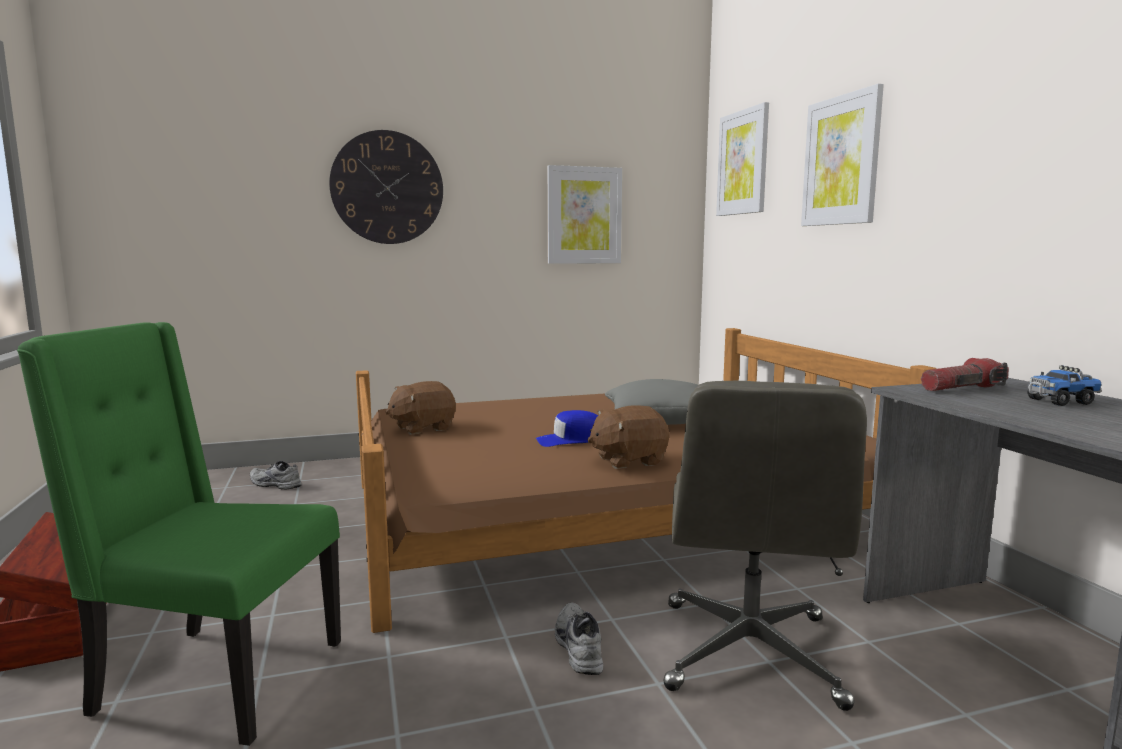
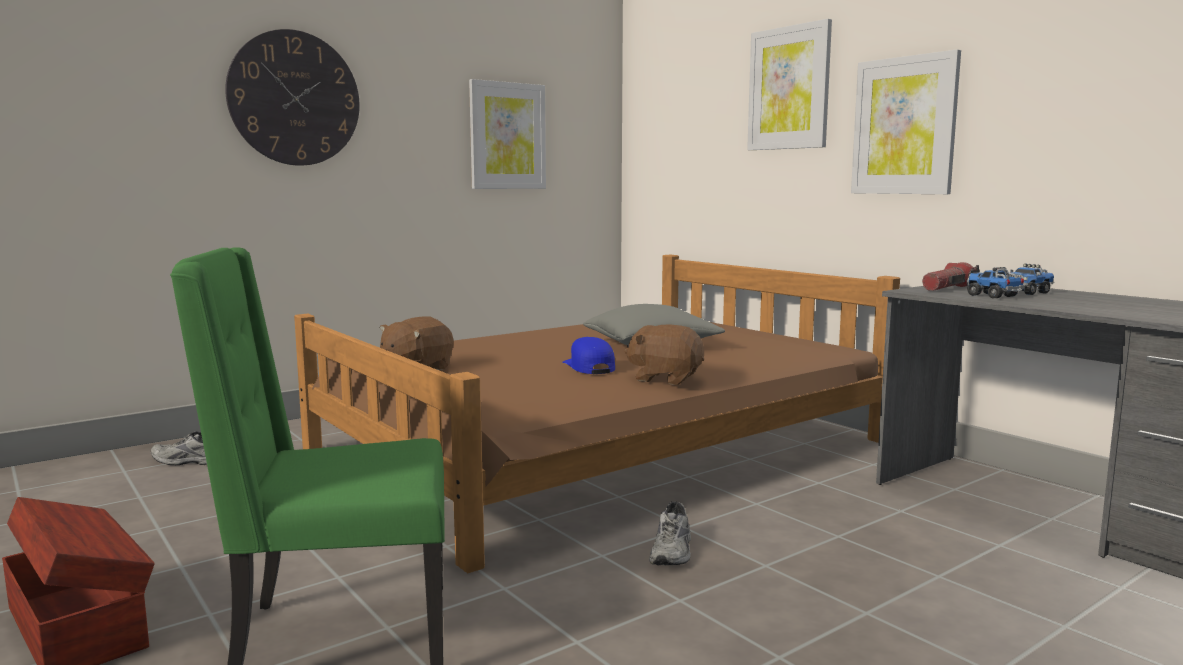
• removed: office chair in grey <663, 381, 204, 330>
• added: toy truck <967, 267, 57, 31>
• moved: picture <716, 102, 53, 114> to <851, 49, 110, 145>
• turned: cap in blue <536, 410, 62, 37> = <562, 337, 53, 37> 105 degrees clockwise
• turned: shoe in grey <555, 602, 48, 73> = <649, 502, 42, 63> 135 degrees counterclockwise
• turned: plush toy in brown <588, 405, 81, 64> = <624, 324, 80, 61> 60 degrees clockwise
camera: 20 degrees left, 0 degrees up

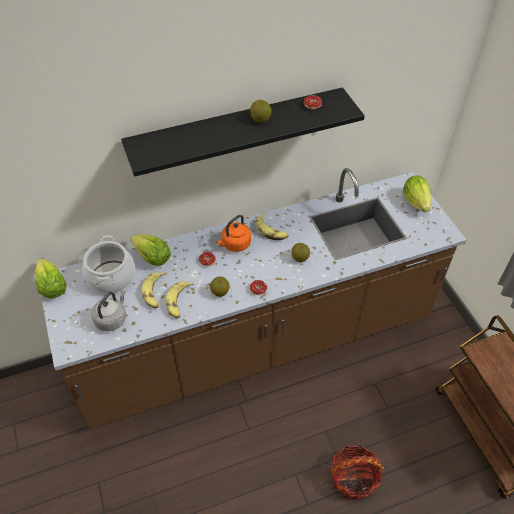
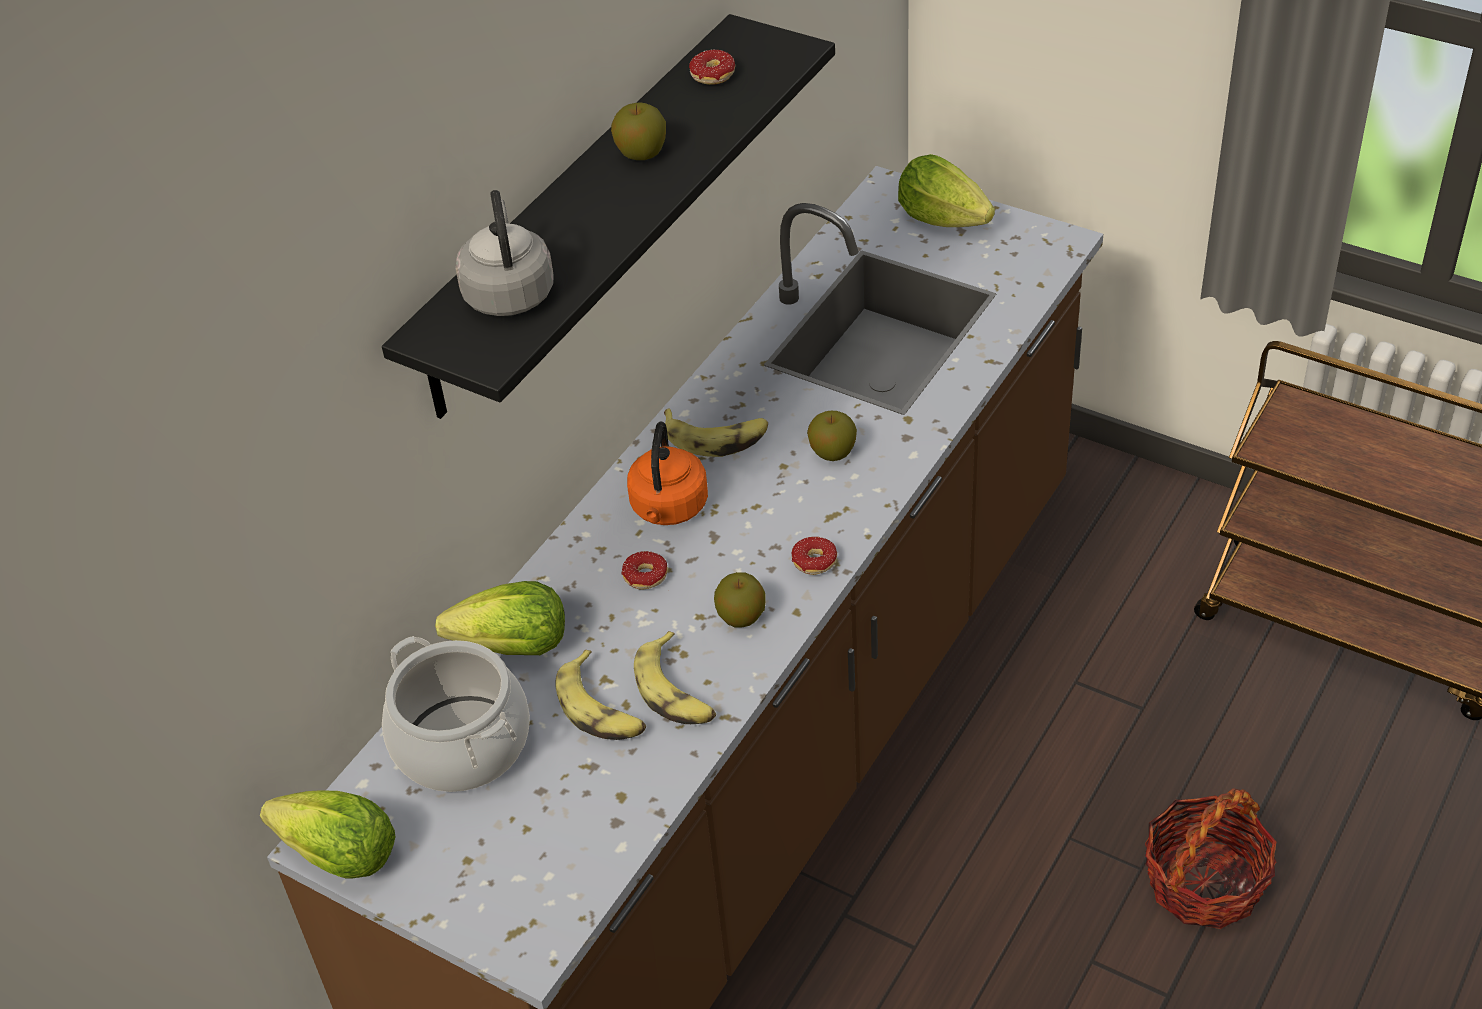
• moved: kettle in grey <92, 290, 34, 41> to <456, 190, 98, 126>
camera: 35 degrees left, 5 degrees down

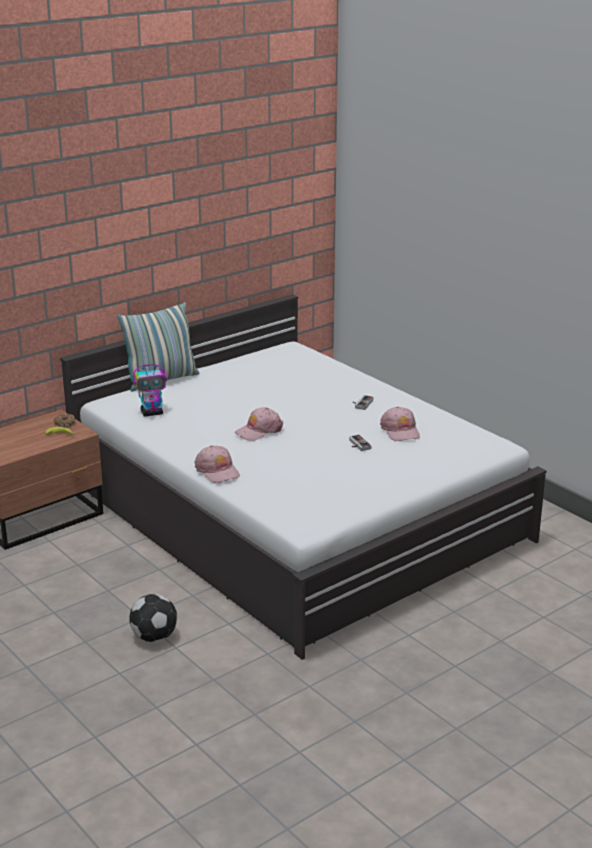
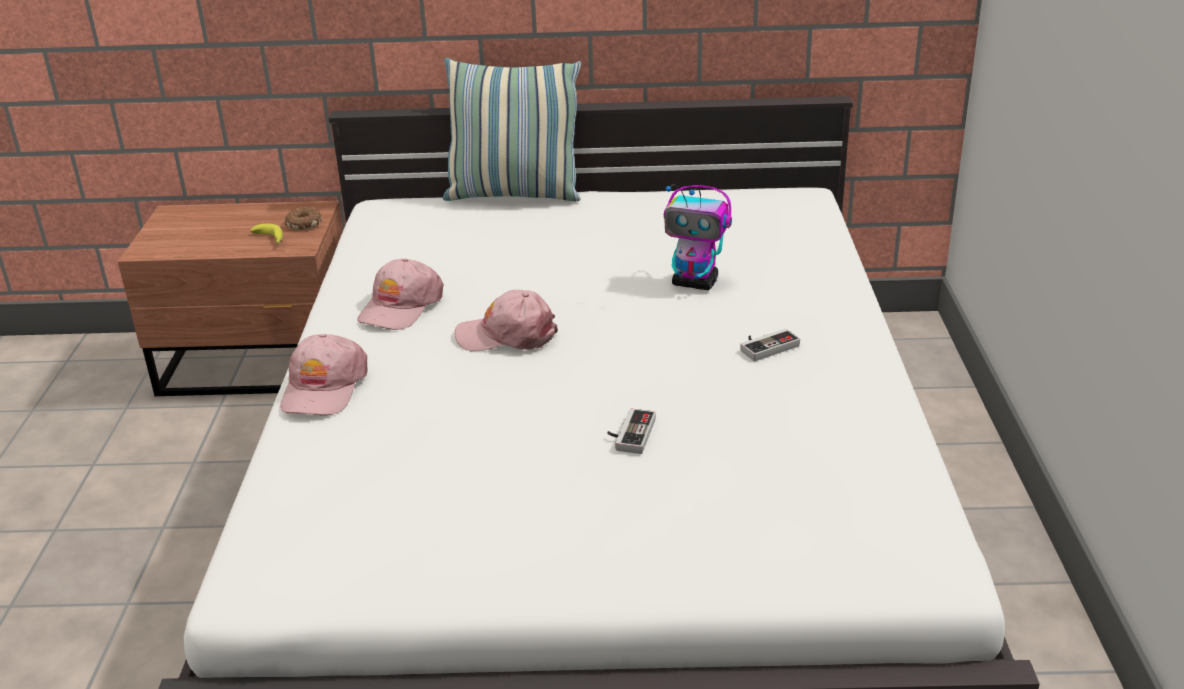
• removed: football <129, 594, 48, 48>
• moved: toy robot <133, 364, 34, 53> to <664, 184, 68, 106>
• moved: cap in pink <380, 406, 40, 35> to <357, 258, 87, 72>
camera: 40 degrees right, 5 degrees up

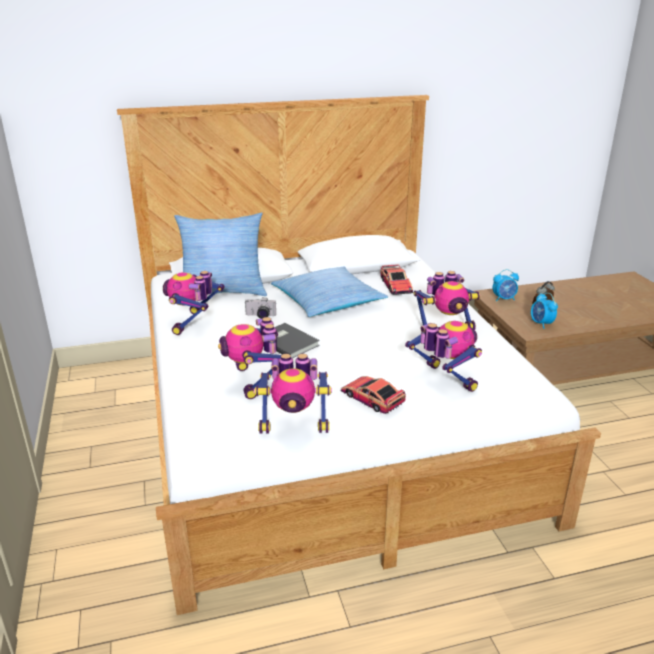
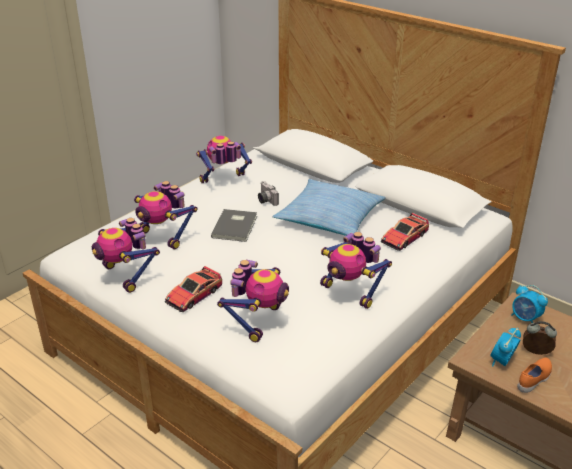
• removed: pillow <174, 212, 93, 84>
• added: shoe in orange <517, 358, 35, 35>
• turned: toy robot <218, 317, 63, 82> = <134, 181, 64, 68> 90 degrees counterclockwise
• turned: toy car <341, 376, 65, 38> = <165, 266, 57, 46> 150 degrees counterclockwise
camera: 55 degrees right, 5 degrees up

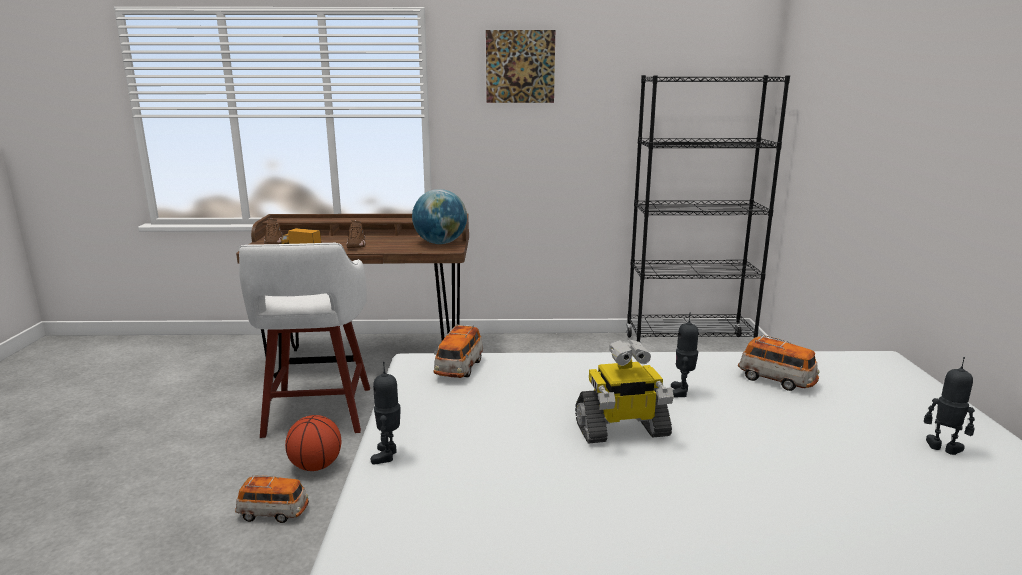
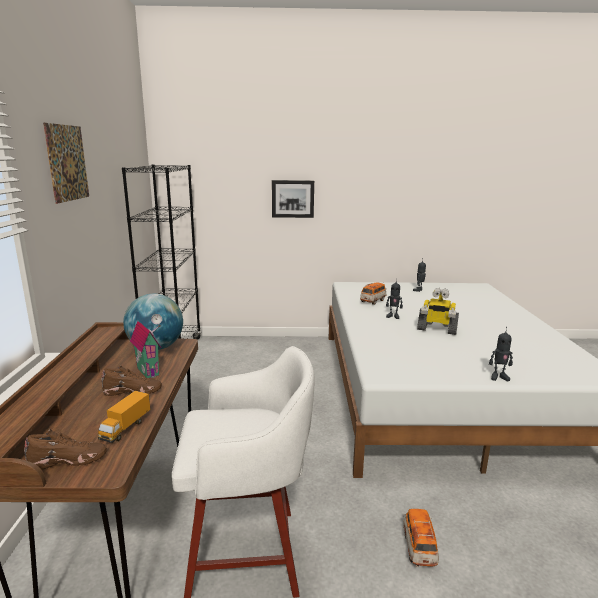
• removed: basketball <285, 415, 56, 56>
• removed: toy car <434, 324, 49, 54>
• added: toy house <130, 314, 32, 64>
• added: picture <272, 180, 42, 38>
• turned: toy robot <575, 339, 99, 105> = <417, 288, 42, 47> 120 degrees clockwise
camera: 90 degrees left, 0 degrees up

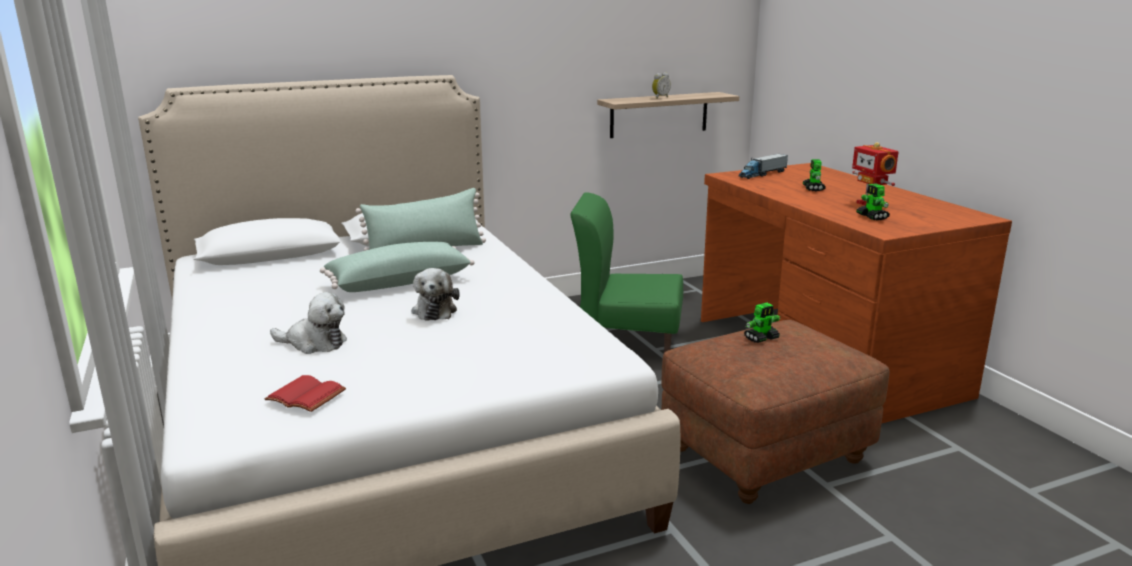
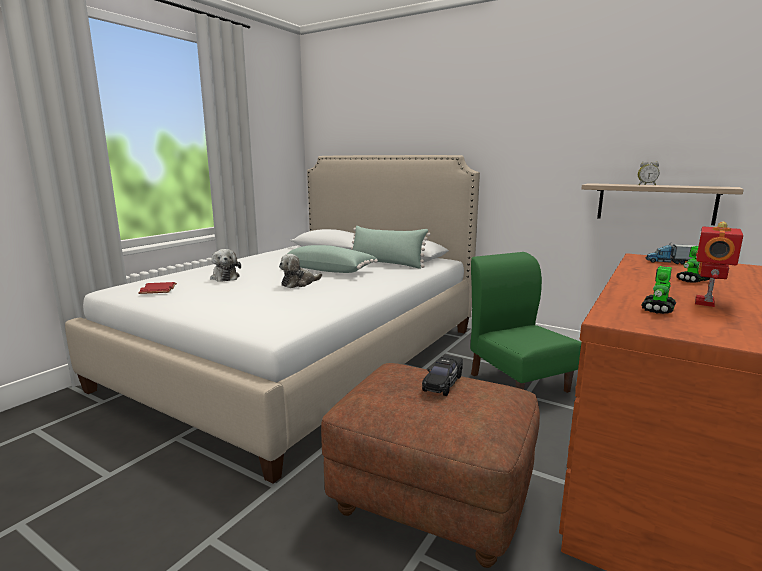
• replaced: toy robot <744, 303, 37, 40> to toy car in black <422, 355, 41, 41>
camera: 55 degrees right, 5 degrees down

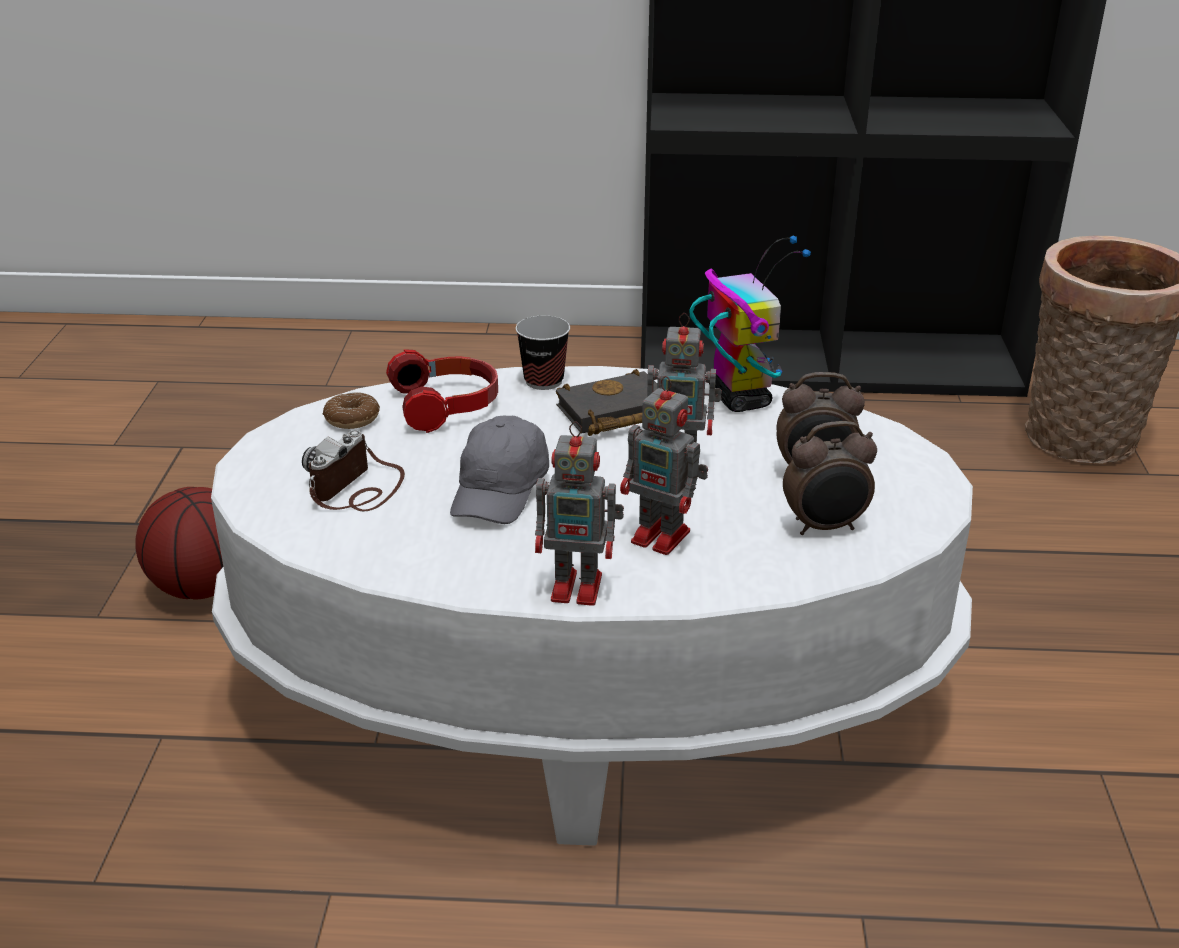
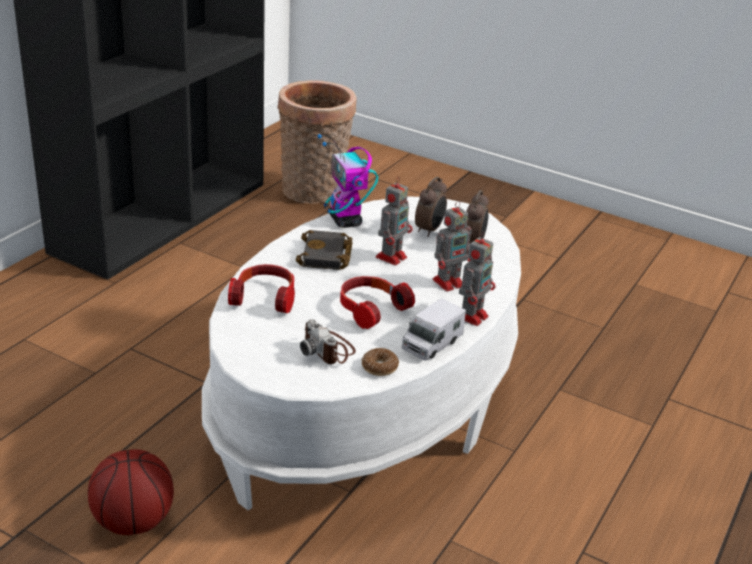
• removed: cup <516, 316, 54, 74>
• added: toy truck <402, 298, 64, 62>
• moved: donut <323, 392, 57, 37> to <362, 348, 37, 28>
• replaced: cap in grey <450, 416, 99, 108> to headphones <340, 276, 75, 53>
• turned: toy robot <689, 235, 122, 177> = <317, 134, 61, 94> 120 degrees counterclockwise
camera: 65 degrees left, 0 degrees up

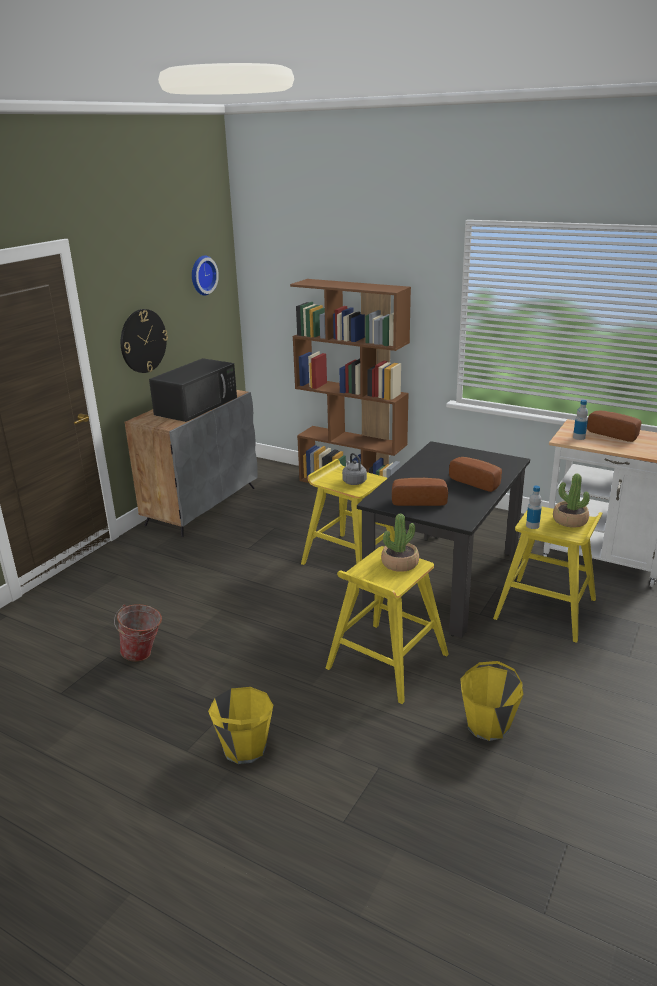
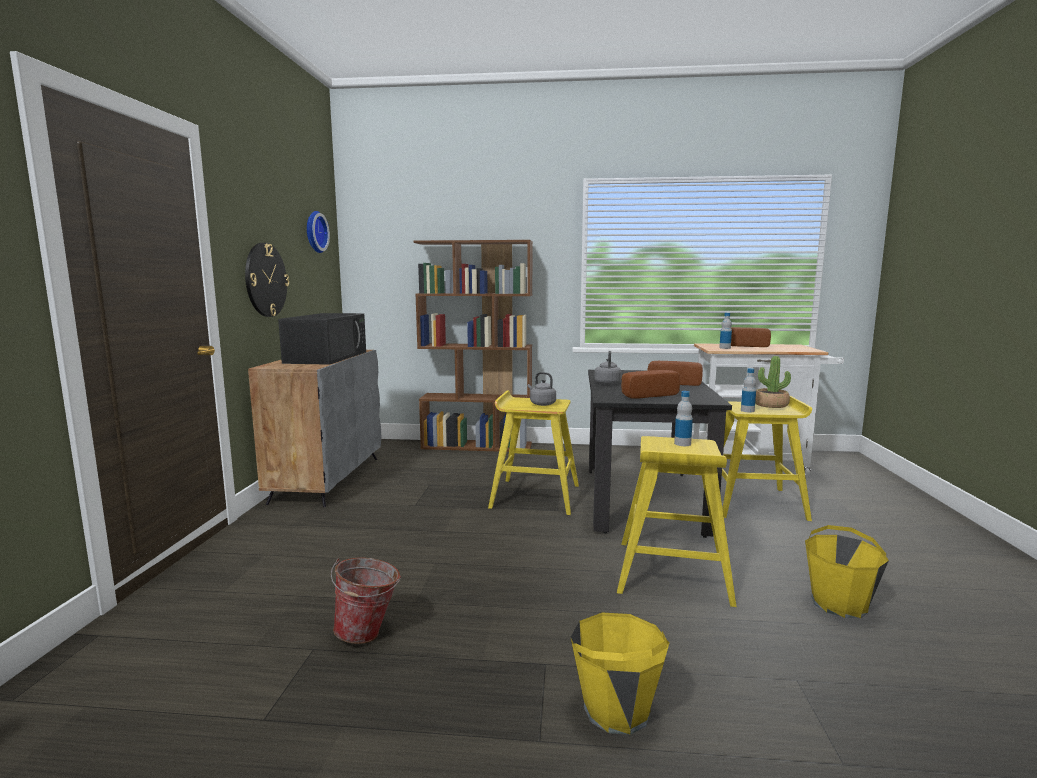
• added: kettle in grey <595, 351, 26, 34>
• replaced: potted plant <381, 514, 38, 58> to bottle <674, 391, 19, 55>
camera: 25 degrees left, 15 degrees down

